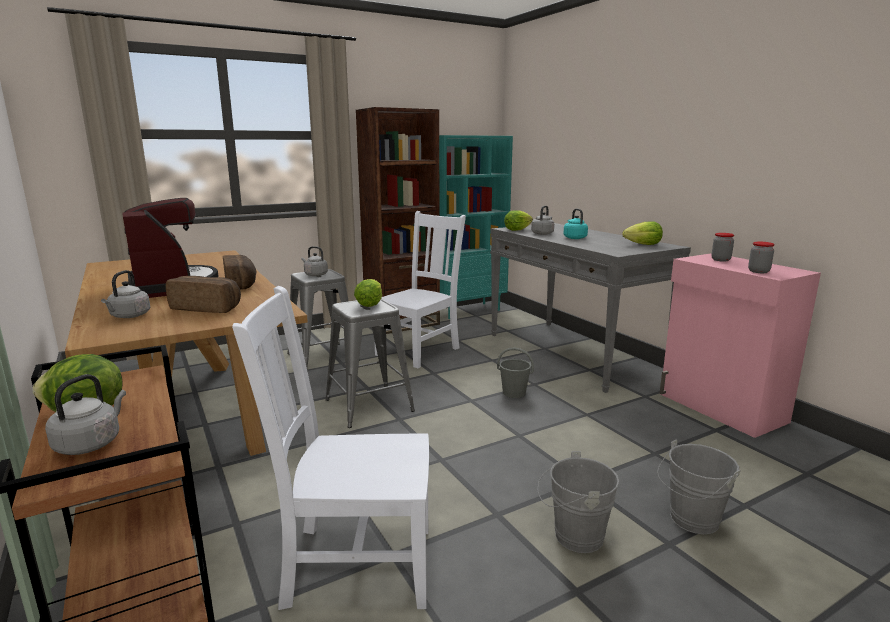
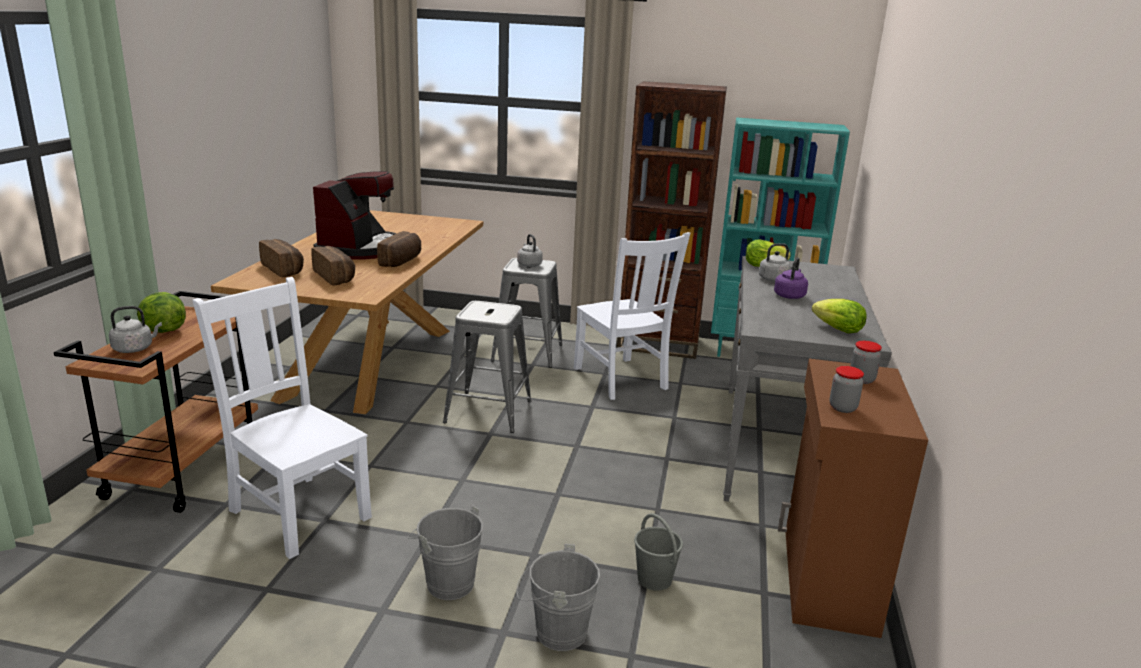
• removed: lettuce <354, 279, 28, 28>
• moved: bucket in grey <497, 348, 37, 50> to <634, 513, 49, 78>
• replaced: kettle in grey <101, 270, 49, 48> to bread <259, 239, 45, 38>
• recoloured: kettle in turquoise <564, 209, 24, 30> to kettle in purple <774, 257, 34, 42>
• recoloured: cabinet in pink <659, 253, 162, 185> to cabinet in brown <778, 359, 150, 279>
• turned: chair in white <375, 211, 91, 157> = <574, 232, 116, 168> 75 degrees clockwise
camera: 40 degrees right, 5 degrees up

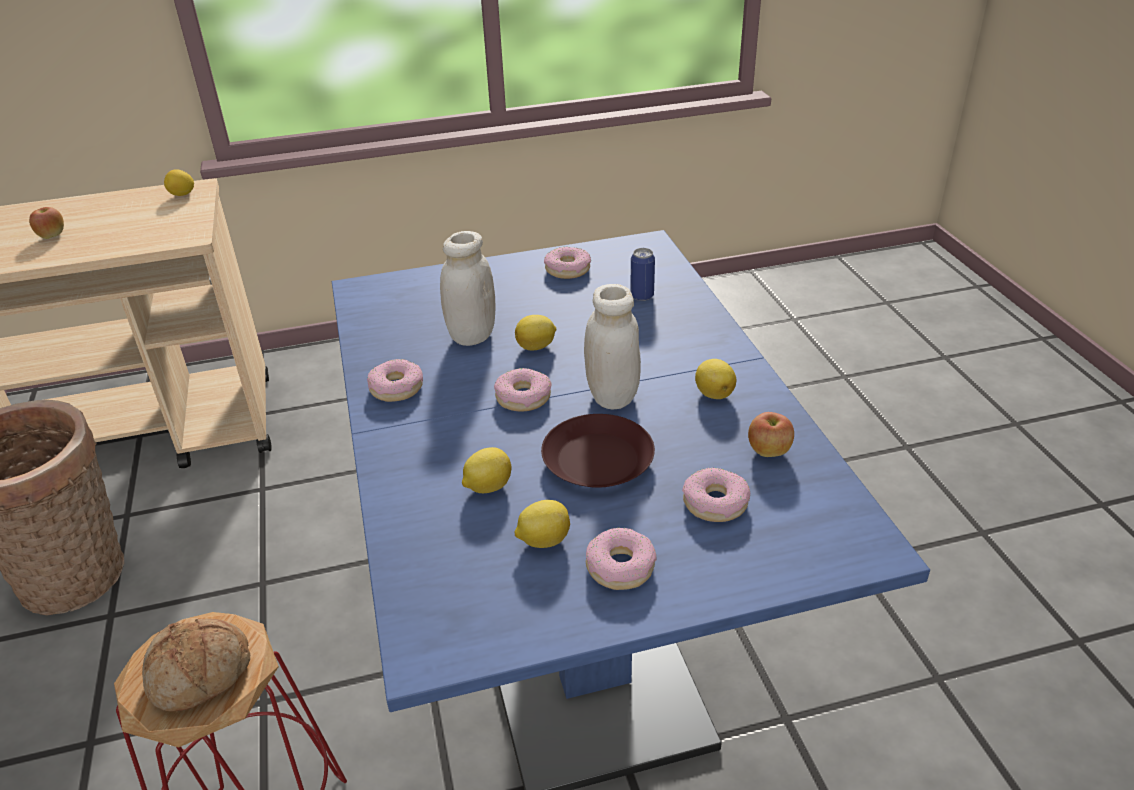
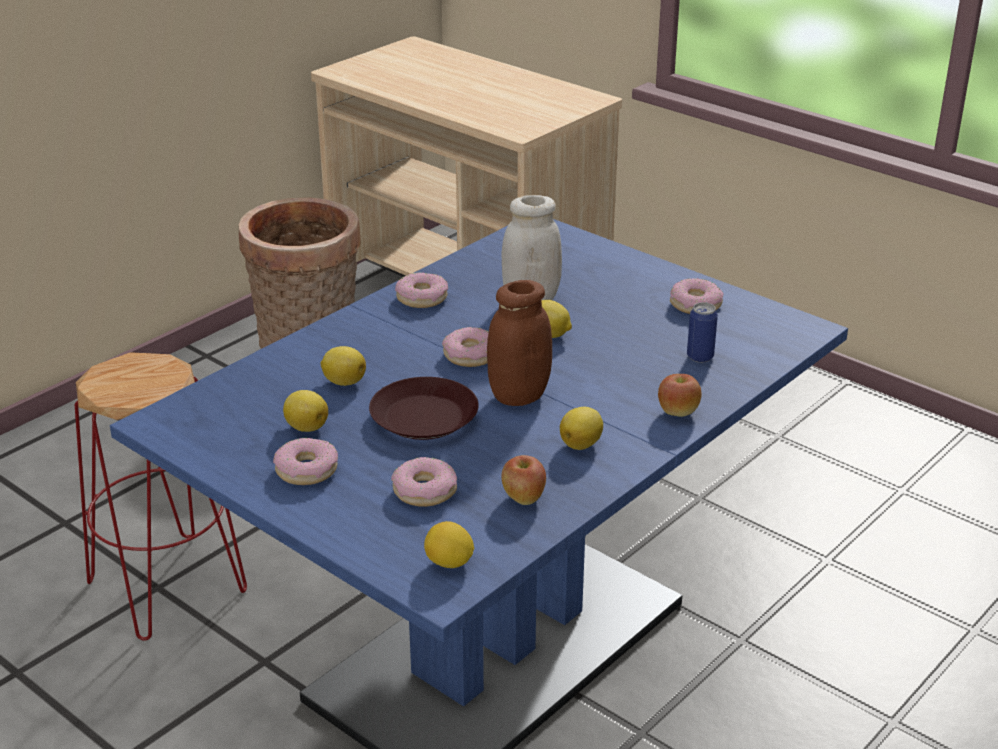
• removed: bread <142, 618, 108, 93>
• moved: apple <29, 207, 35, 32> to <658, 374, 43, 43>
• moved: lemon <164, 169, 30, 27> to <424, 521, 50, 47>
• recoloured: jar in white <584, 284, 57, 126> to jar in brown <487, 280, 65, 126>
camera: 55 degrees right, 5 degrees down

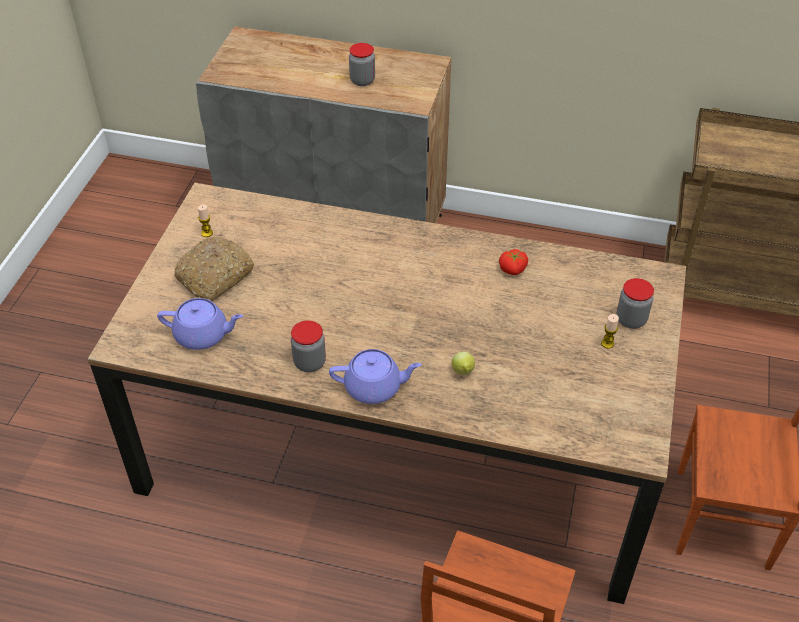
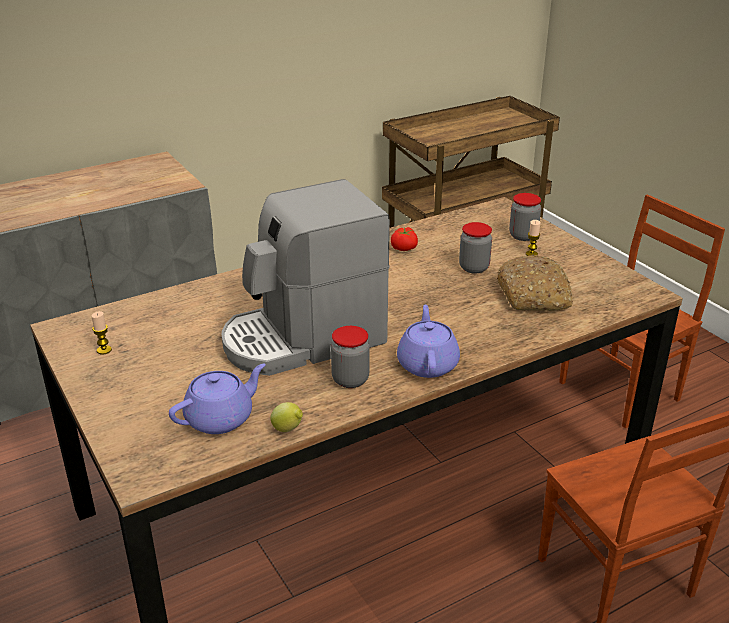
• added: coffee machine <222, 179, 168, 197>
• moved: bread <174, 236, 80, 65> to <497, 255, 76, 56>
• moved: jar <349, 43, 26, 43> to <459, 222, 33, 52>
• moved: lemon <452, 352, 23, 23> to <270, 402, 33, 30>
• turned: teapot in purple <329, 349, 93, 55> = <397, 305, 63, 73> 45 degrees counterclockwise
camera: 45 degrees left, 15 degrees down

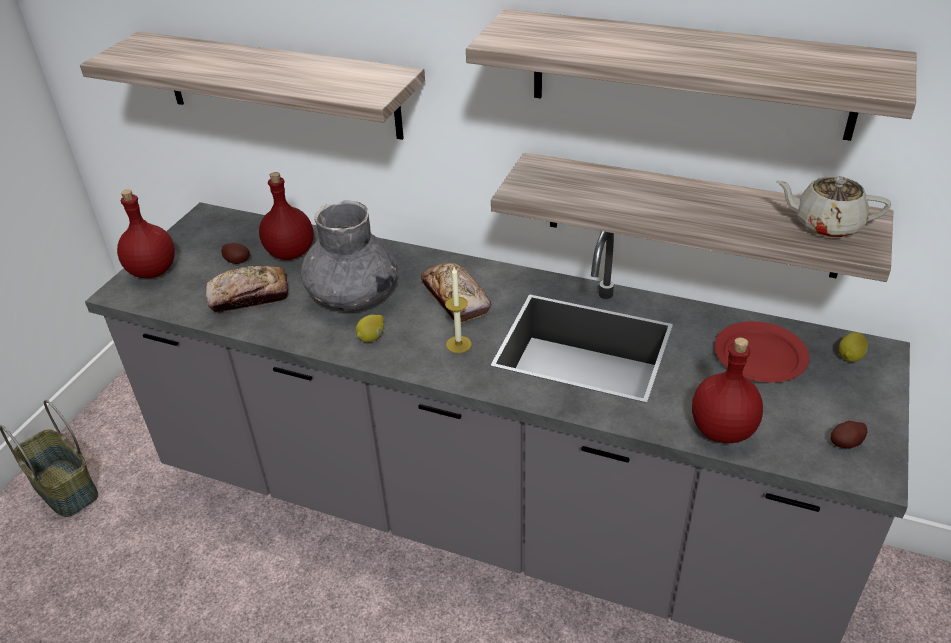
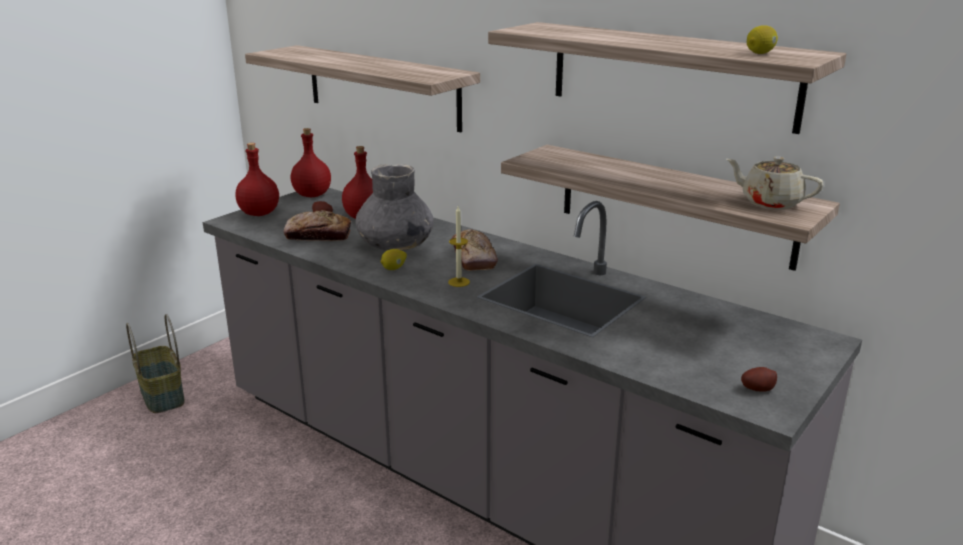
• removed: plate in red <714, 321, 96, 61>
• moved: bottle in red <692, 337, 71, 106> to <291, 128, 40, 69>
• moved: lemon <838, 332, 30, 30> to <747, 25, 31, 29>
camera: 15 degrees right, 15 degrees down

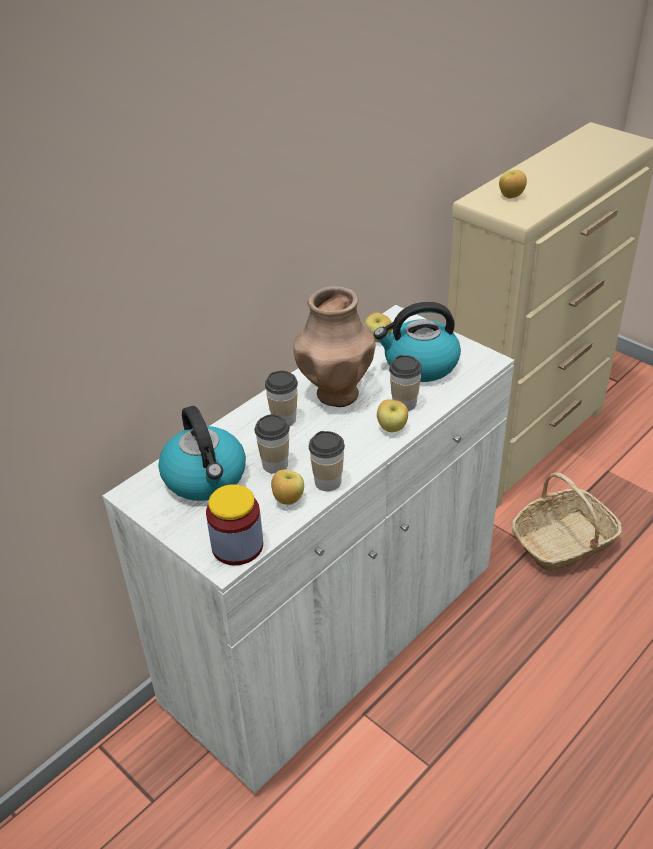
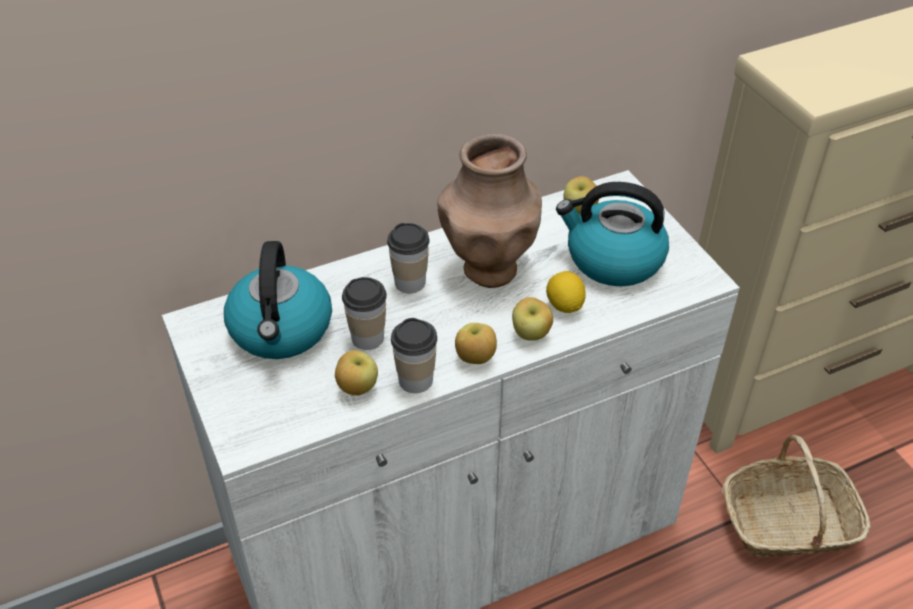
• removed: jar <206, 484, 57, 81>
• moved: apple <499, 170, 28, 28> to <455, 323, 42, 41>
• replaced: cup <389, 355, 33, 56> to lemon <546, 271, 40, 42>
camera: 20 degrees right, 5 degrees up

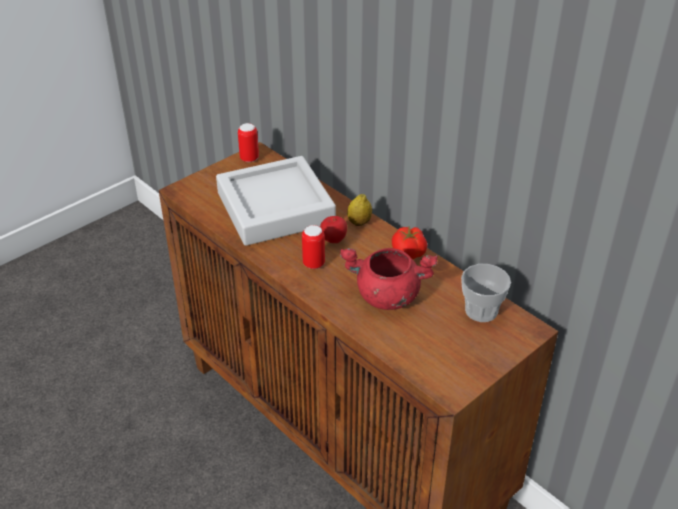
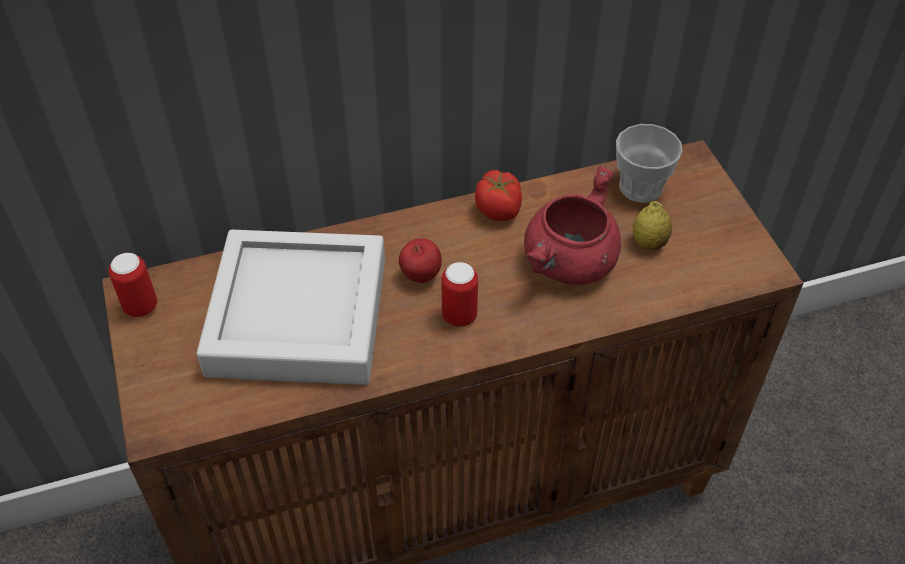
• moved: lemon <347, 194, 25, 32> to <633, 201, 39, 49>
camera: 65 degrees left, 10 degrees up

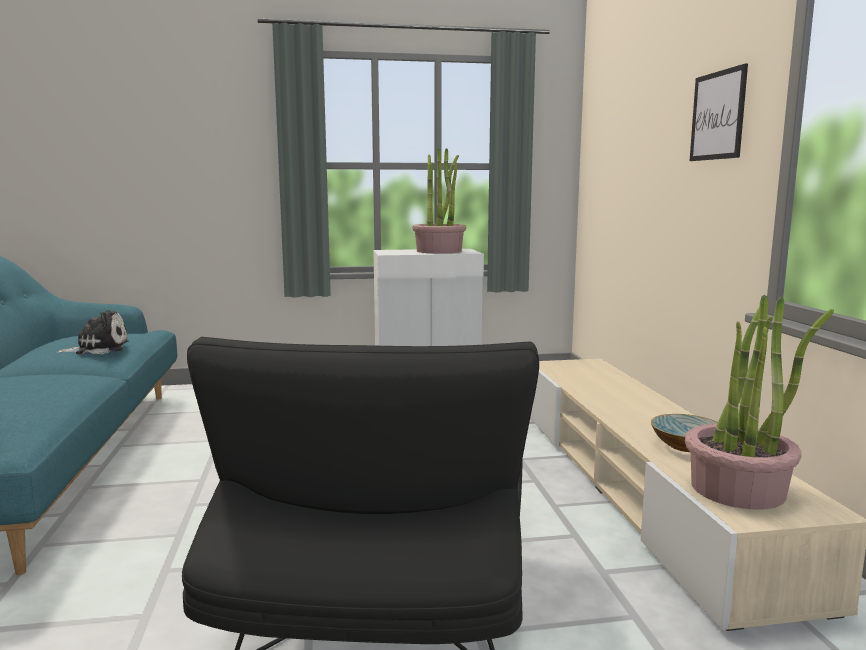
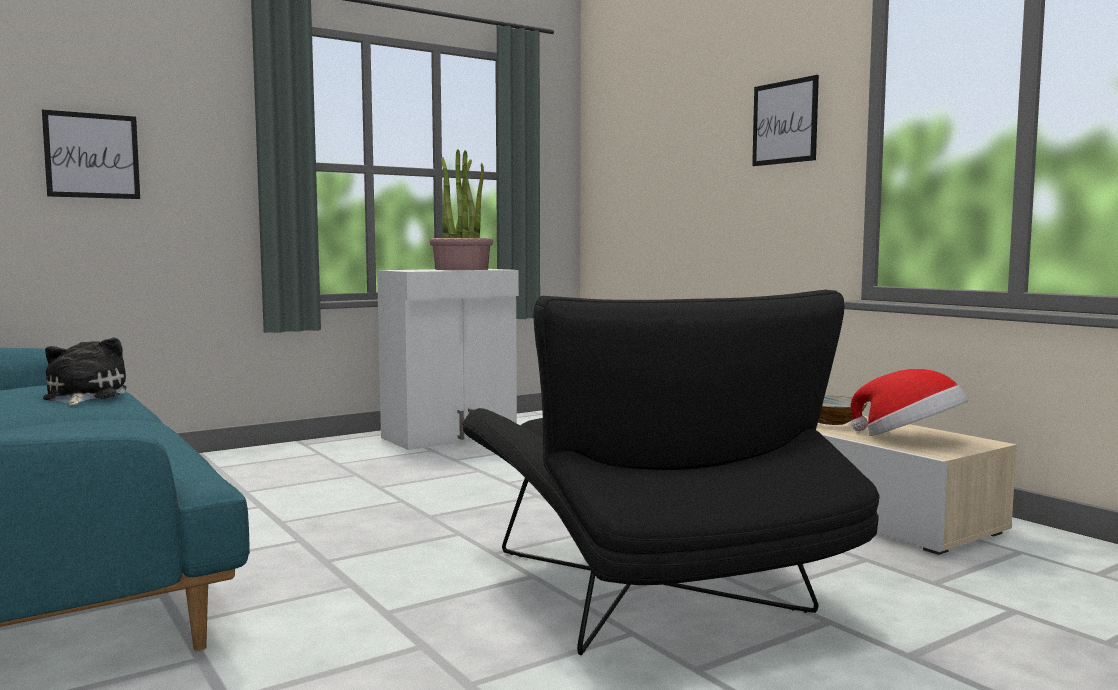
• added: picture <42, 110, 98, 89>
• replaced: potted plant <685, 295, 149, 215> to hat <850, 369, 118, 67>
• turned: plush toy <56, 310, 72, 45> = <43, 337, 84, 68> 60 degrees counterclockwise
camera: 25 degrees left, 5 degrees down

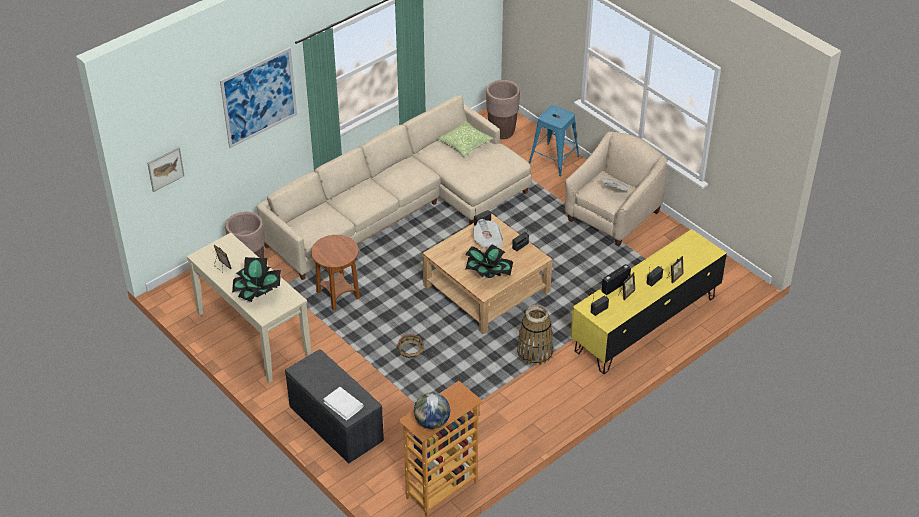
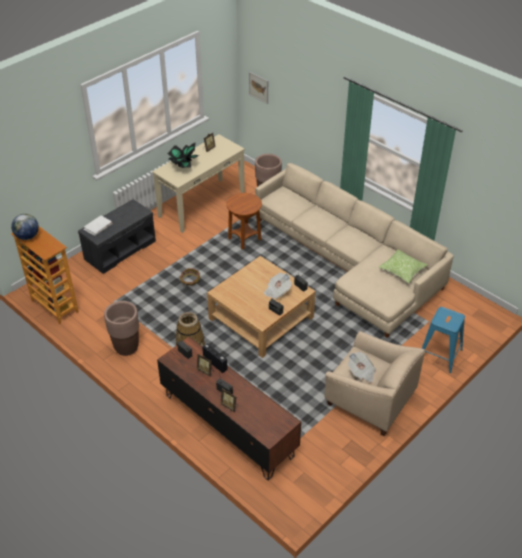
• removed: picture <220, 47, 77, 101>
• removed: potted plant <465, 244, 48, 34>
• moved: planter in brown <486, 80, 34, 59> to <104, 301, 35, 55>
• recoloured: tv stand in yellow <570, 229, 157, 145> to tv stand in brown <157, 336, 144, 144>
camera: 85 degrees right, 0 degrees up

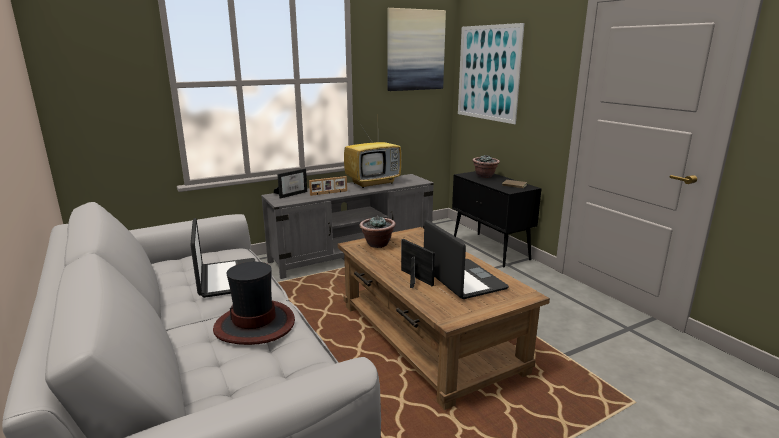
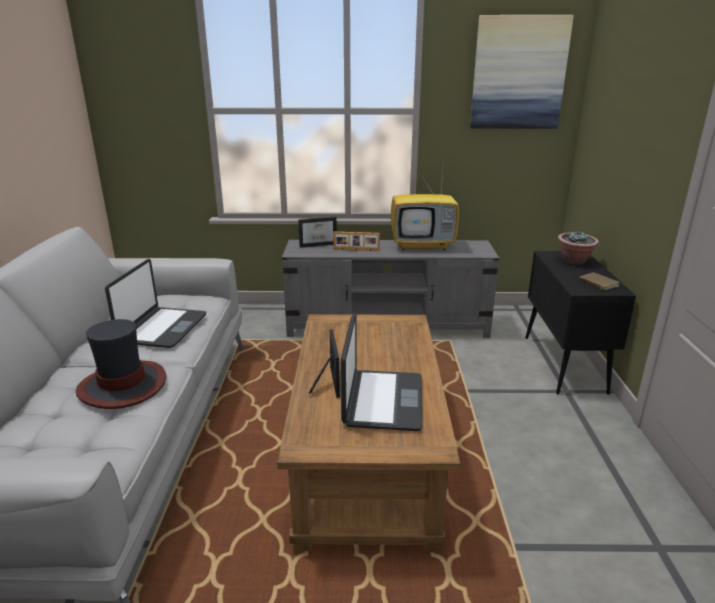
• removed: potted plant <359, 216, 37, 32>
• removed: picture <458, 23, 66, 101>
camera: 30 degrees right, 5 degrees up

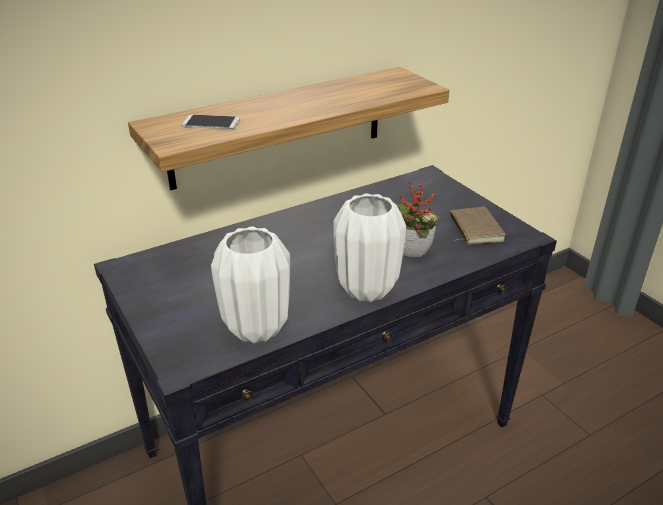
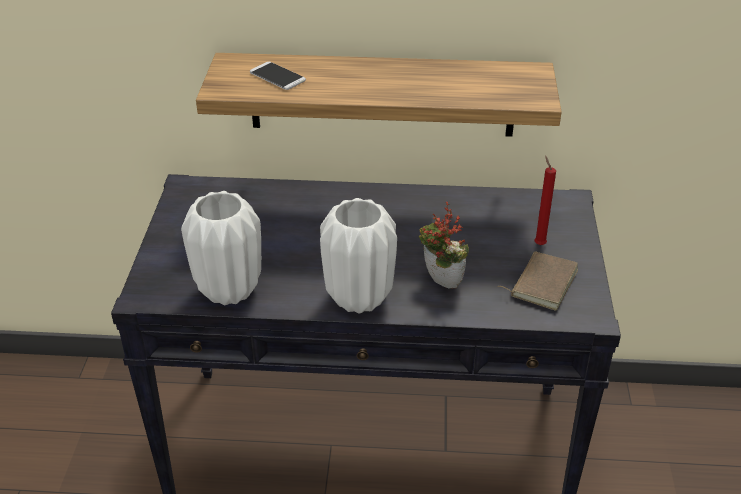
• added: candle in red <534, 156, 22, 89>
camera: 35 degrees right, 5 degrees up

